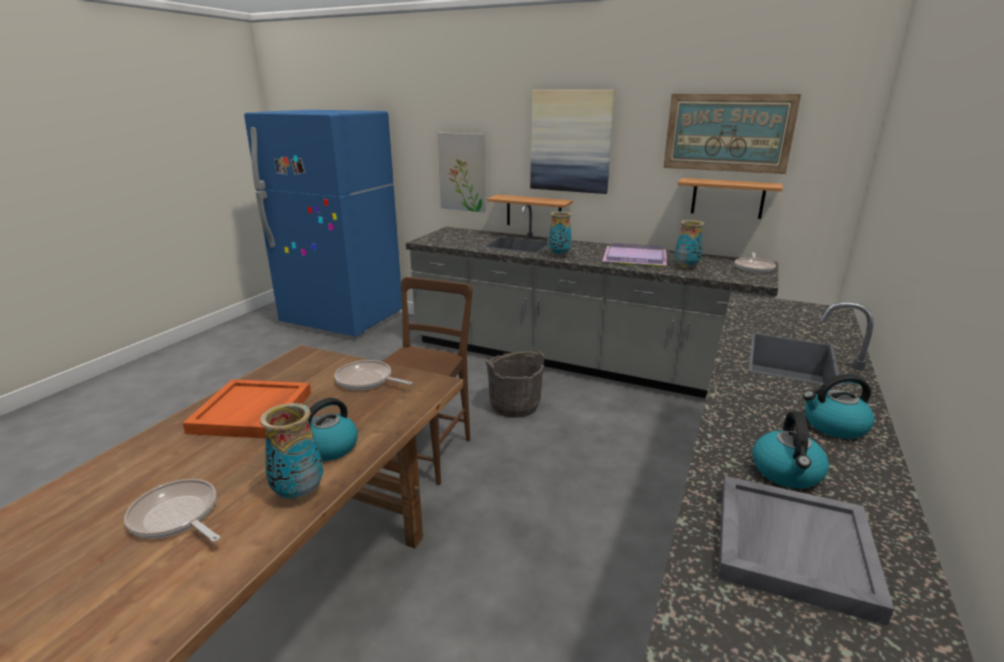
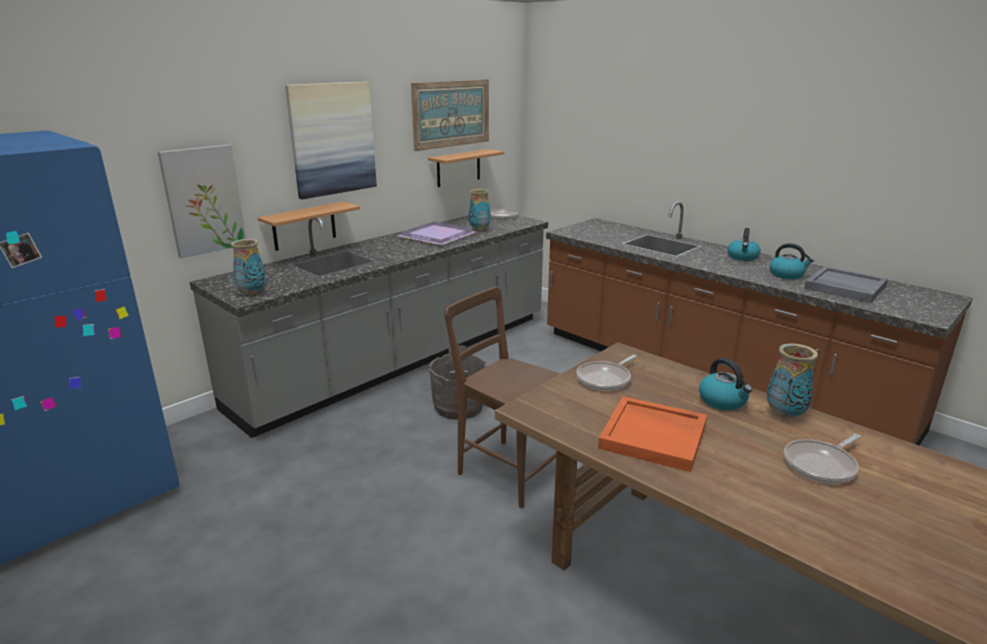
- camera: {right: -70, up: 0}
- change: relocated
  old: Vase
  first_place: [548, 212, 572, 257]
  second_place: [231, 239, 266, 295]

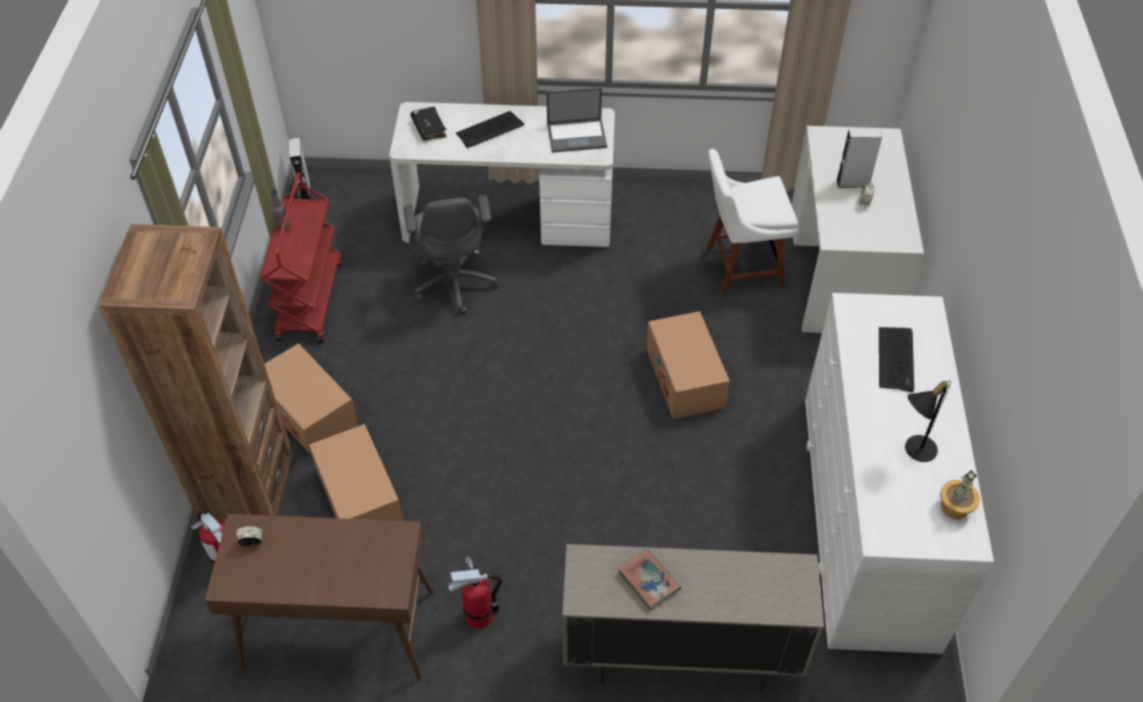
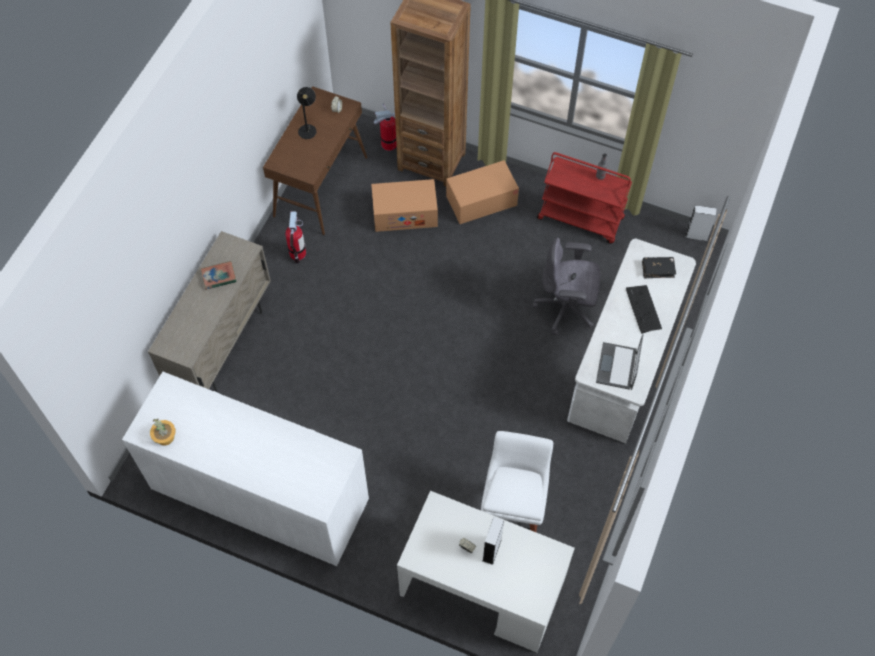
- camera: {right: 110, up: 10}
- change: missing
  old: Karton
  first_place: [646, 311, 730, 419]
- change: missing
  old: Tastatur
  first_place: [879, 327, 914, 392]
- change: relocated
  old: Tischlampe (schwarz)
  first_place: [905, 381, 951, 462]
  second_place: [297, 87, 317, 139]

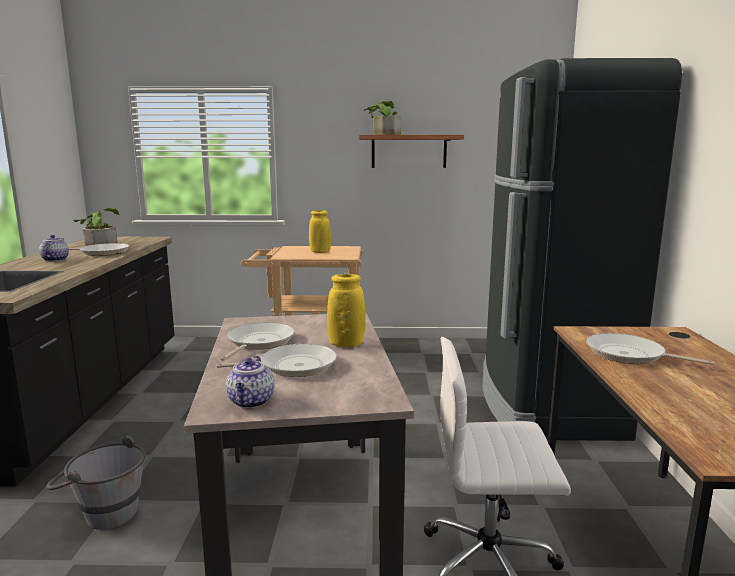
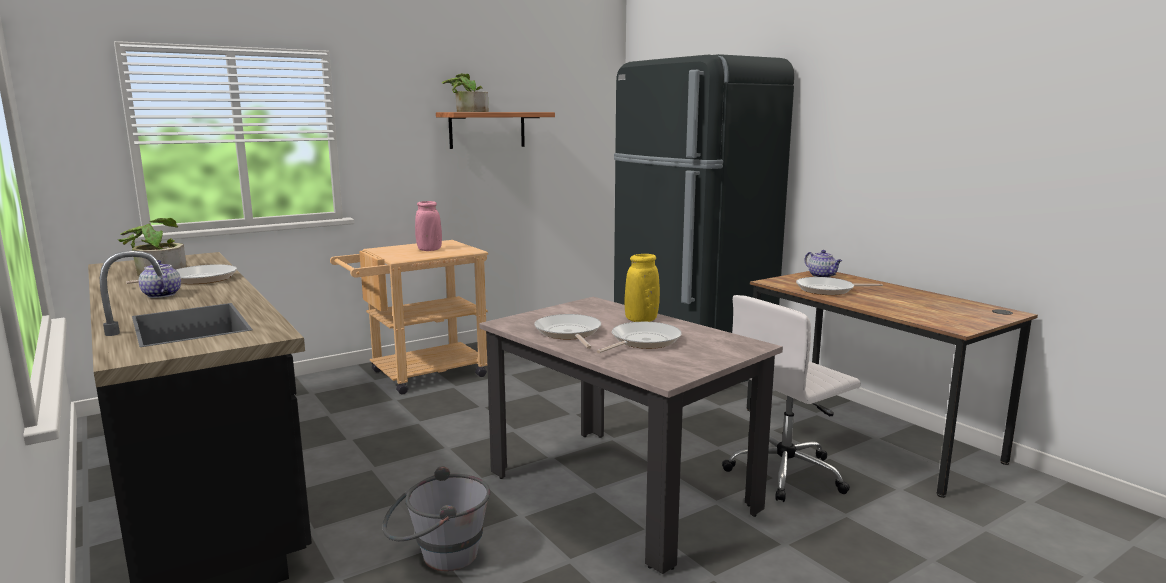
- camera: {right: -35, up: 0}
- change: relocated
  old: Teekanne
  first_place: [226, 356, 274, 408]
  second_place: [805, 250, 842, 277]
- change: colour
  old: Vase (gelb)
  new: Vase (rosa)
  first_place: [309, 210, 331, 253]
  second_place: [415, 201, 442, 251]

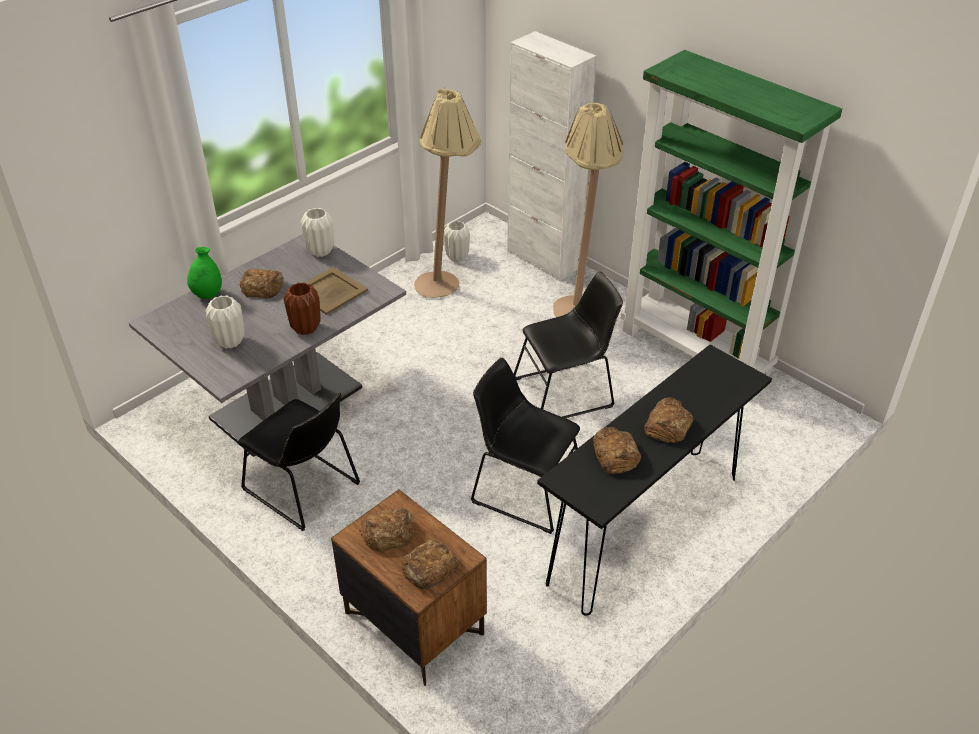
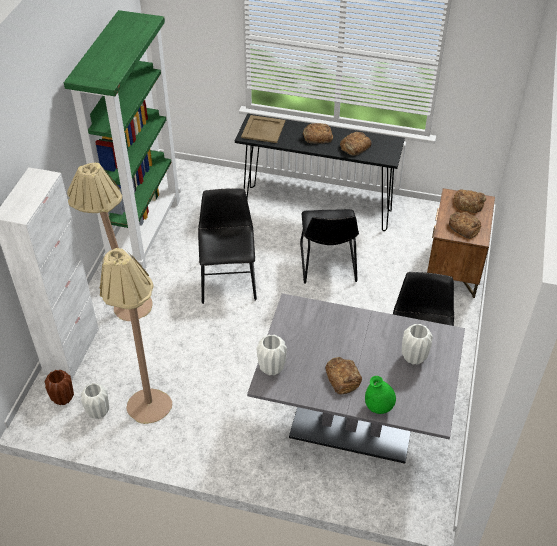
- camera: {right: -120, up: 5}
- change: relocated
  old: Vase (braun)
  first_place: [283, 282, 321, 335]
  second_place: [45, 370, 74, 405]
- change: relocated
  old: Tablett (beige)
  first_place: [305, 267, 368, 315]
  second_place: [241, 115, 285, 143]
- change: spun
  old: Stuhl (schwarz)
  first_place: [514, 272, 623, 418]
  second_place: [198, 188, 257, 304]
  degrees: 45

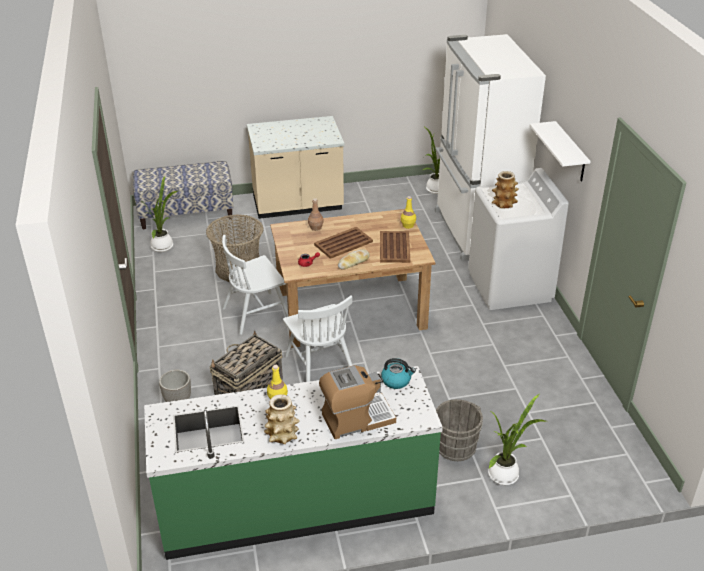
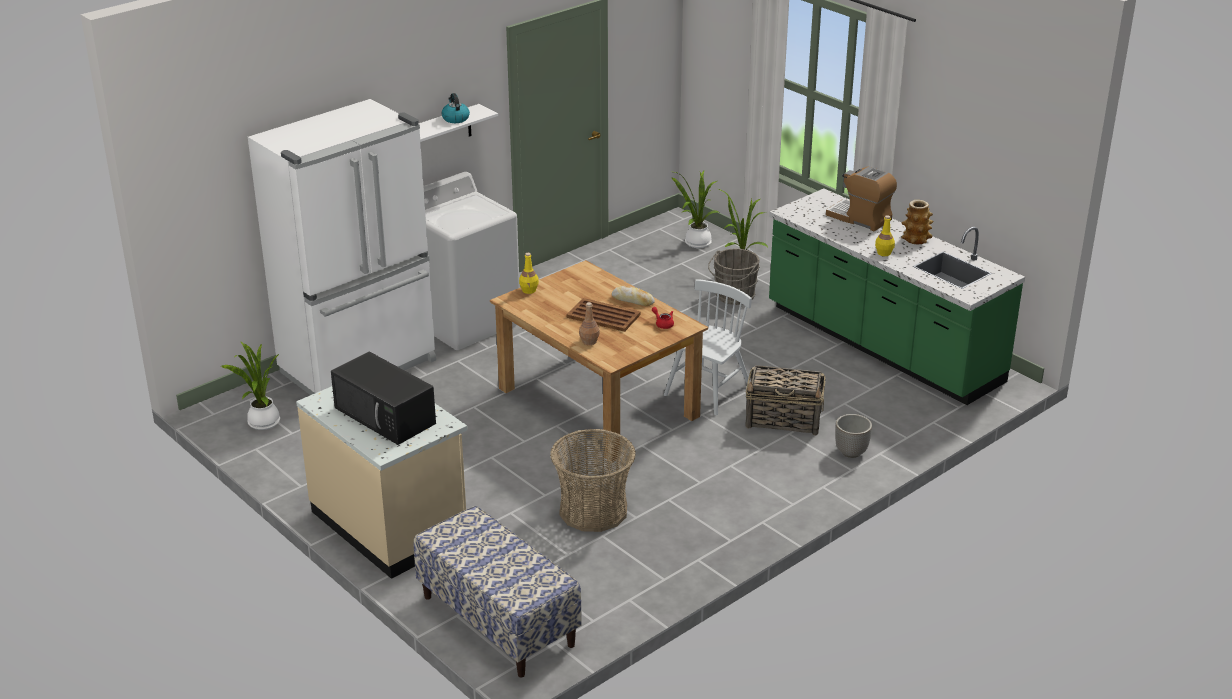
- camera: {right: -120, up: -5}
- change: missing
  old: Stuhl (weiß)
  first_place: [222, 235, 288, 335]
- change: missing
  old: Tablett (braun)
  first_place: [380, 231, 410, 263]
- change: missing
  old: Vase
  first_place: [492, 171, 519, 208]
- change: appeared
  new: Mikrowelle (schwarz)
  second_place: [331, 351, 436, 445]
- change: relocated
  old: Topfpflanze
  first_place: [140, 176, 177, 252]
  second_place: [671, 171, 721, 248]
- change: relocated
  old: Wasserkessel
  first_place: [381, 358, 416, 389]
  second_place: [442, 93, 470, 123]

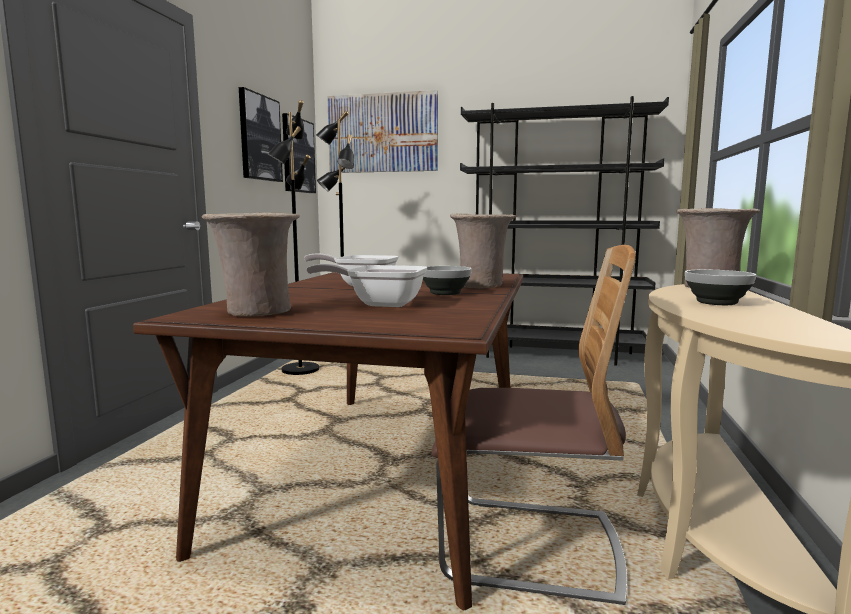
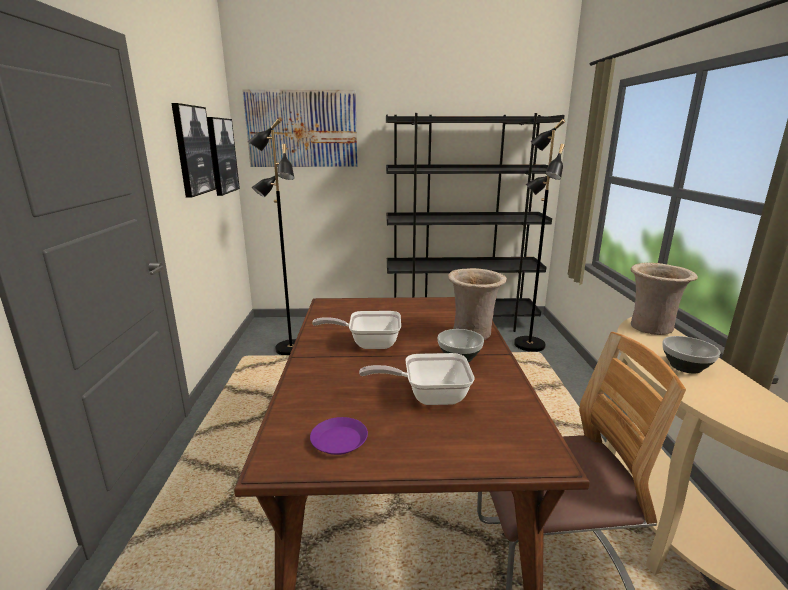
- camera: {right: -15, up: 10}
- change: relocated
  old: Stehlampe (schwarz)
  first_place: [268, 100, 319, 375]
  second_place: [514, 119, 565, 352]
- change: exchanged
  old: Vase (beige)
  new: Teller (lila)
  first_place: [202, 212, 300, 317]
  second_place: [310, 417, 368, 455]

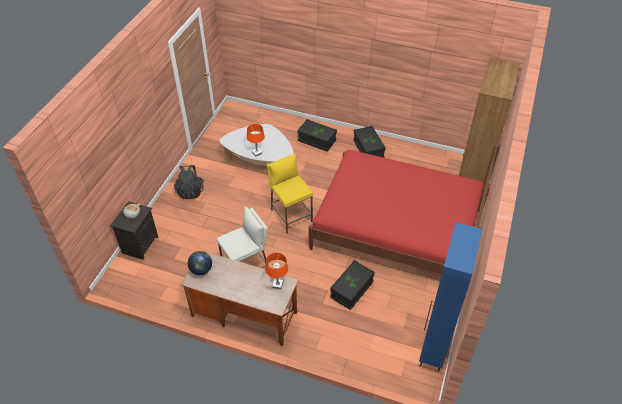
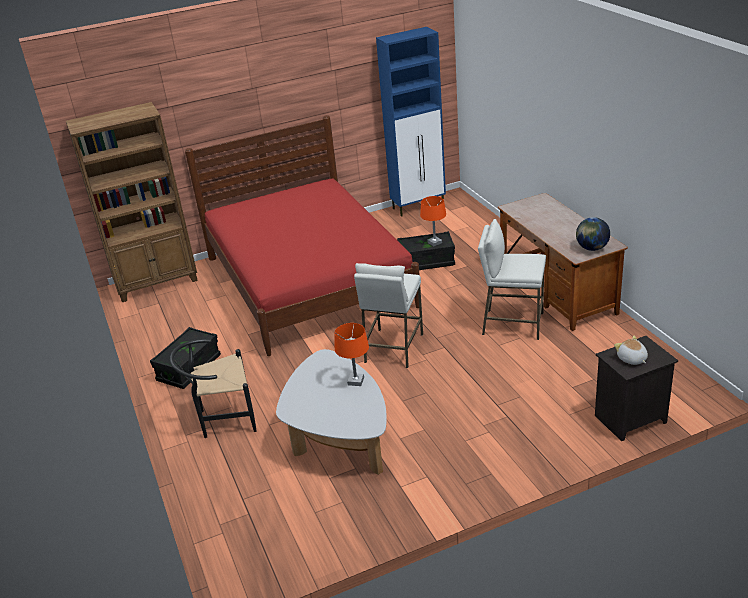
- camera: {right: -130, up: -15}
- change: missing
  old: Rucksack (schwarz)
  first_place: [174, 165, 204, 199]
- change: relocated
  old: Tischlampe (orange)
  first_place: [265, 253, 288, 289]
  second_place: [420, 196, 446, 246]
- change: exchanged
  old: Aufbewahrungsbox (schwarz)
  new: Stuhl (schwarz)
  first_place: [297, 119, 337, 152]
  second_place: [170, 339, 256, 438]
- change: colour
  old: Hocker (gelb)
  new: Hocker (weiß)
  first_place: [267, 154, 313, 233]
  second_place: [354, 263, 423, 368]

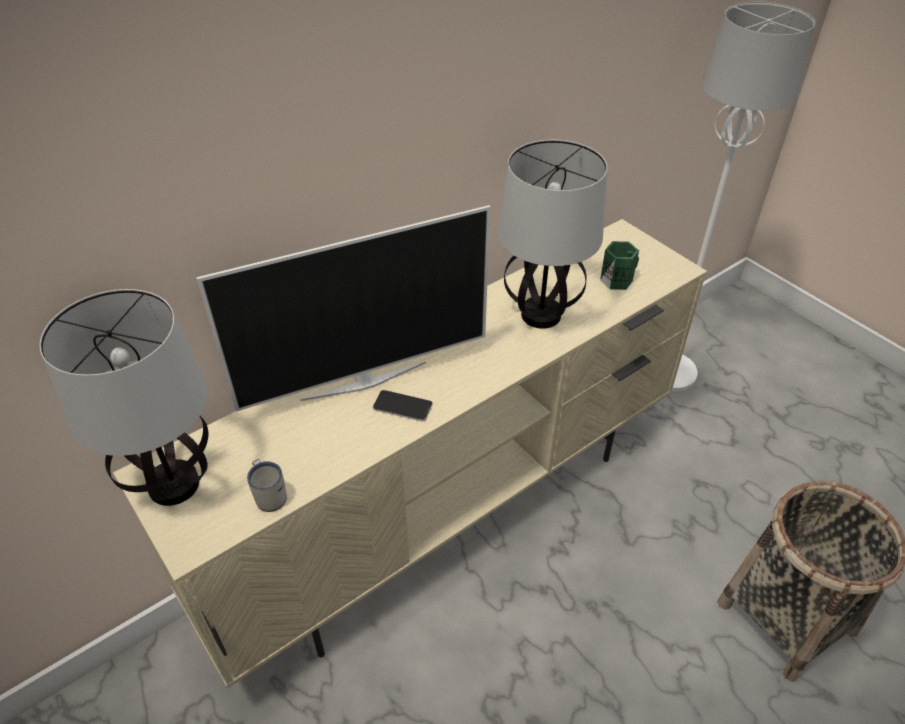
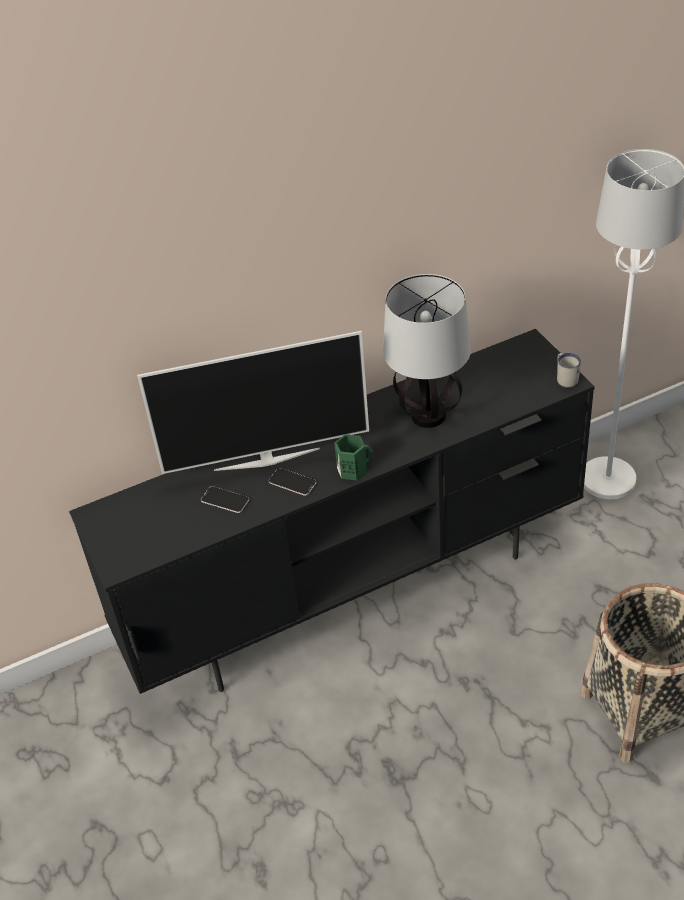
- camera: {right: 15, up: 0}
- change: missing
  old: Tischlampe
  first_place: [39, 289, 208, 506]
- change: appeared
  new: Handy
  second_place: [201, 486, 249, 513]
- change: relocated
  old: Henkelbecher (weiß)
  first_place: [247, 459, 287, 512]
  second_place: [557, 353, 581, 388]
- change: relocated
  old: Henkelbecher (grün)
  first_place: [600, 241, 639, 290]
  second_place: [334, 434, 373, 481]
- change: colour
  old: Fernsehschrank (beige)
  new: Fernsehschrank (schwarz)
  first_place: [113, 219, 707, 688]
  second_place: [69, 329, 595, 694]

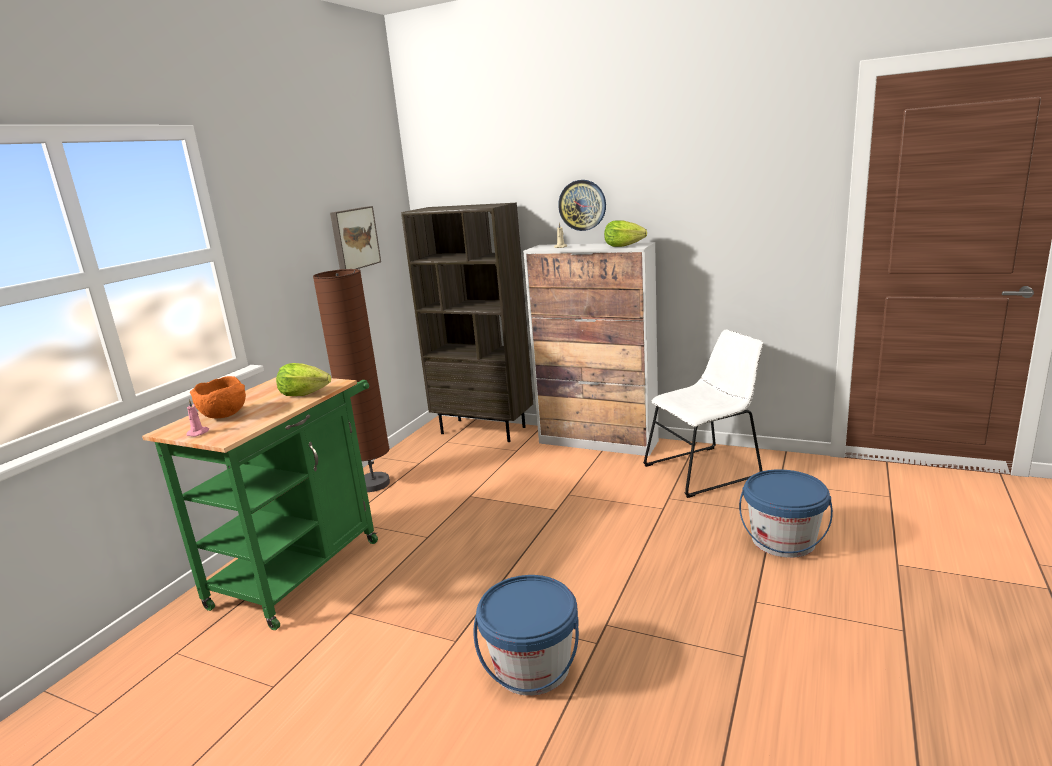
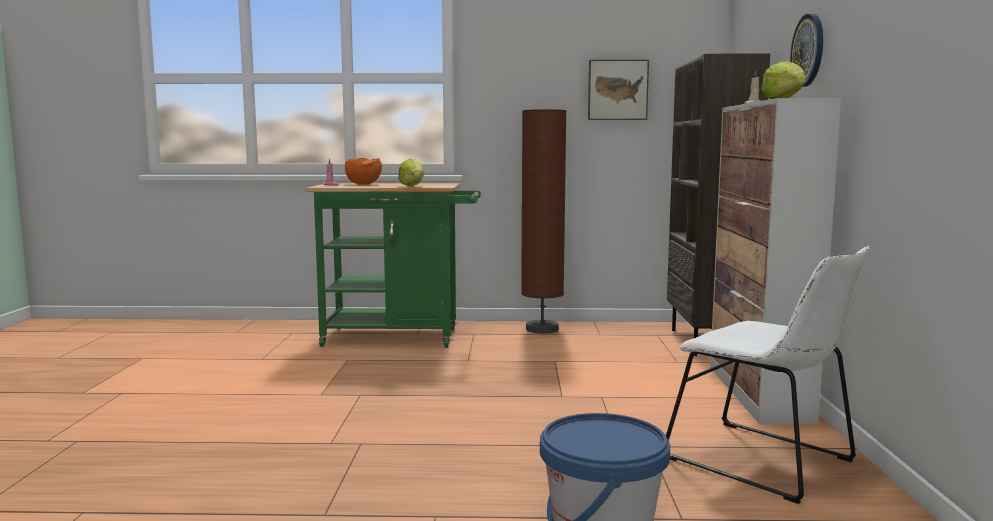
- camera: {right: 65, up: -10}
- change: missing
  old: Eimer (blau)
  first_place: [474, 575, 579, 696]

